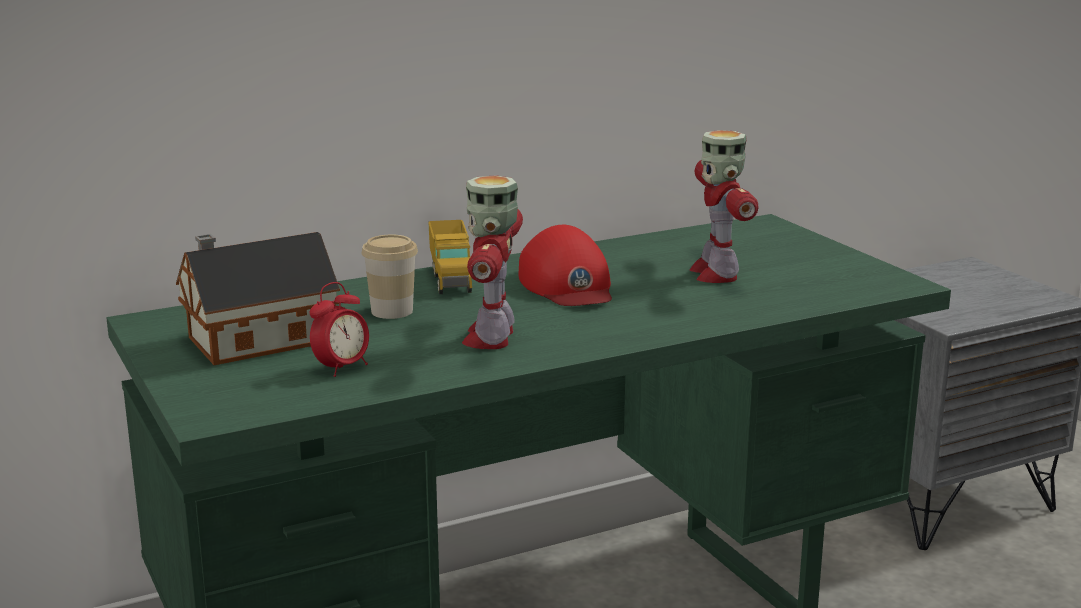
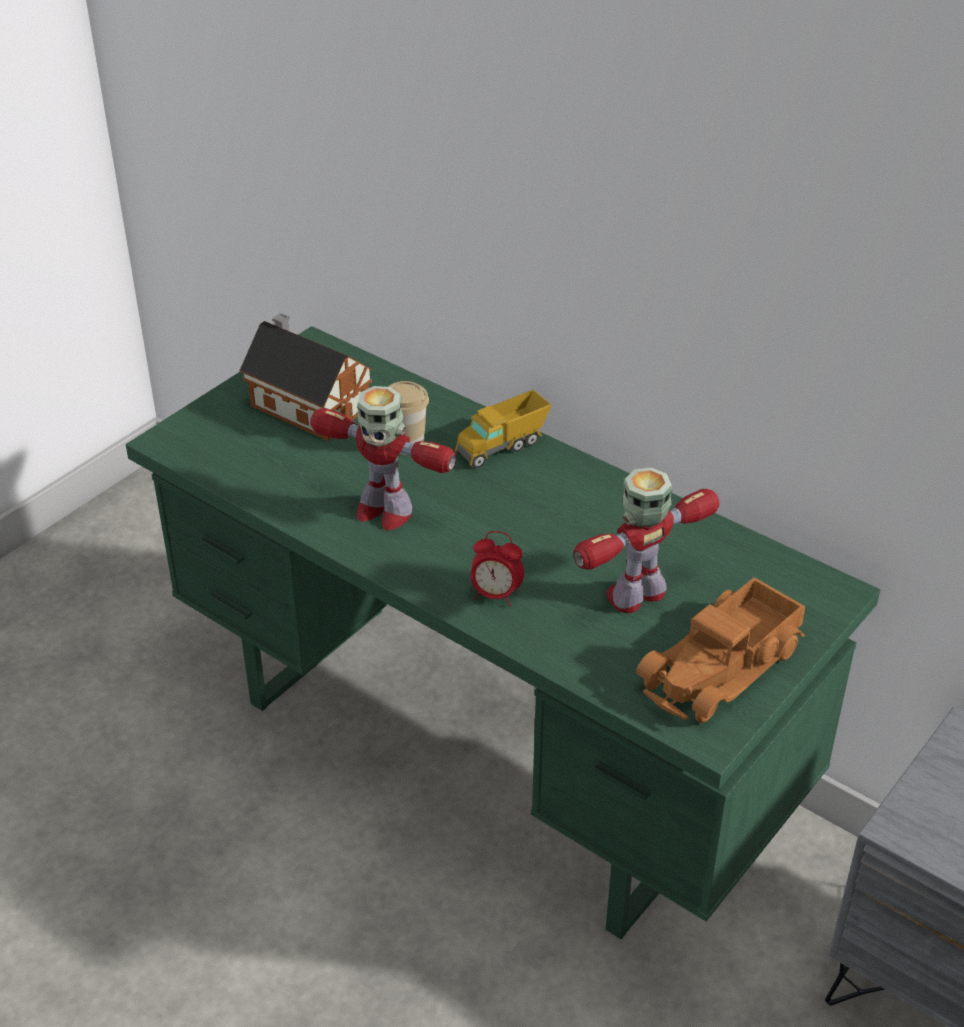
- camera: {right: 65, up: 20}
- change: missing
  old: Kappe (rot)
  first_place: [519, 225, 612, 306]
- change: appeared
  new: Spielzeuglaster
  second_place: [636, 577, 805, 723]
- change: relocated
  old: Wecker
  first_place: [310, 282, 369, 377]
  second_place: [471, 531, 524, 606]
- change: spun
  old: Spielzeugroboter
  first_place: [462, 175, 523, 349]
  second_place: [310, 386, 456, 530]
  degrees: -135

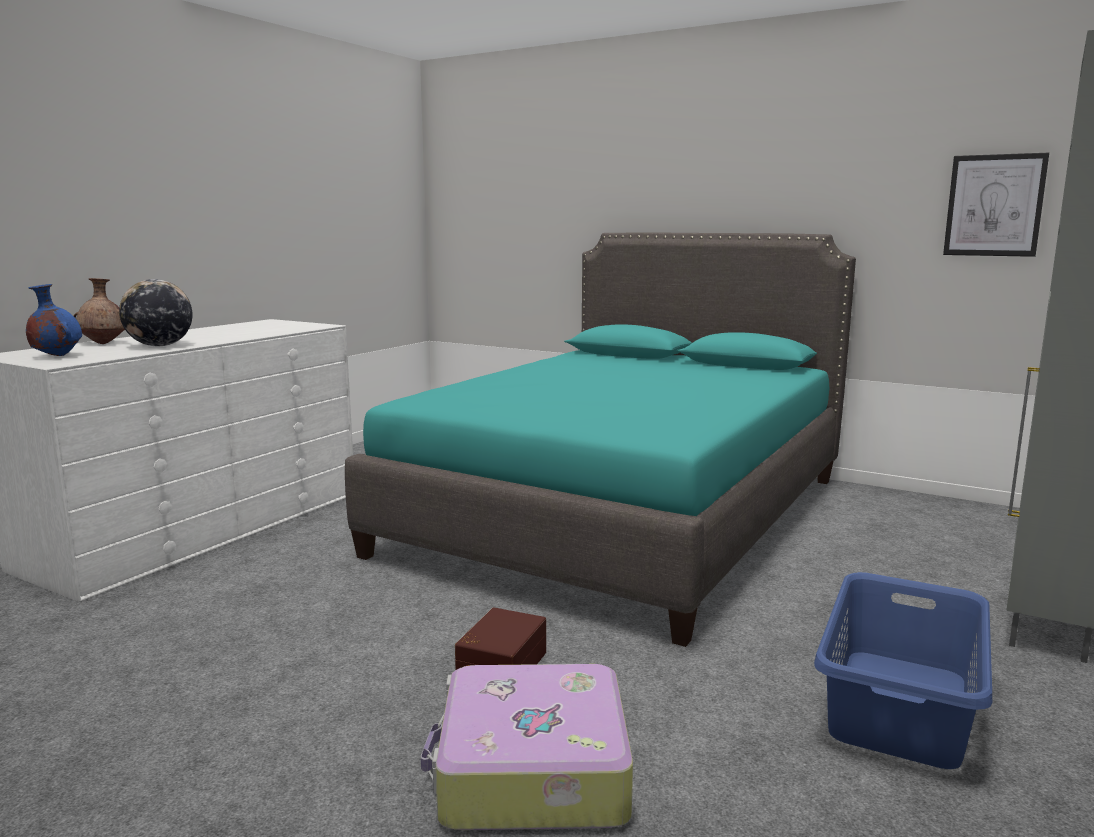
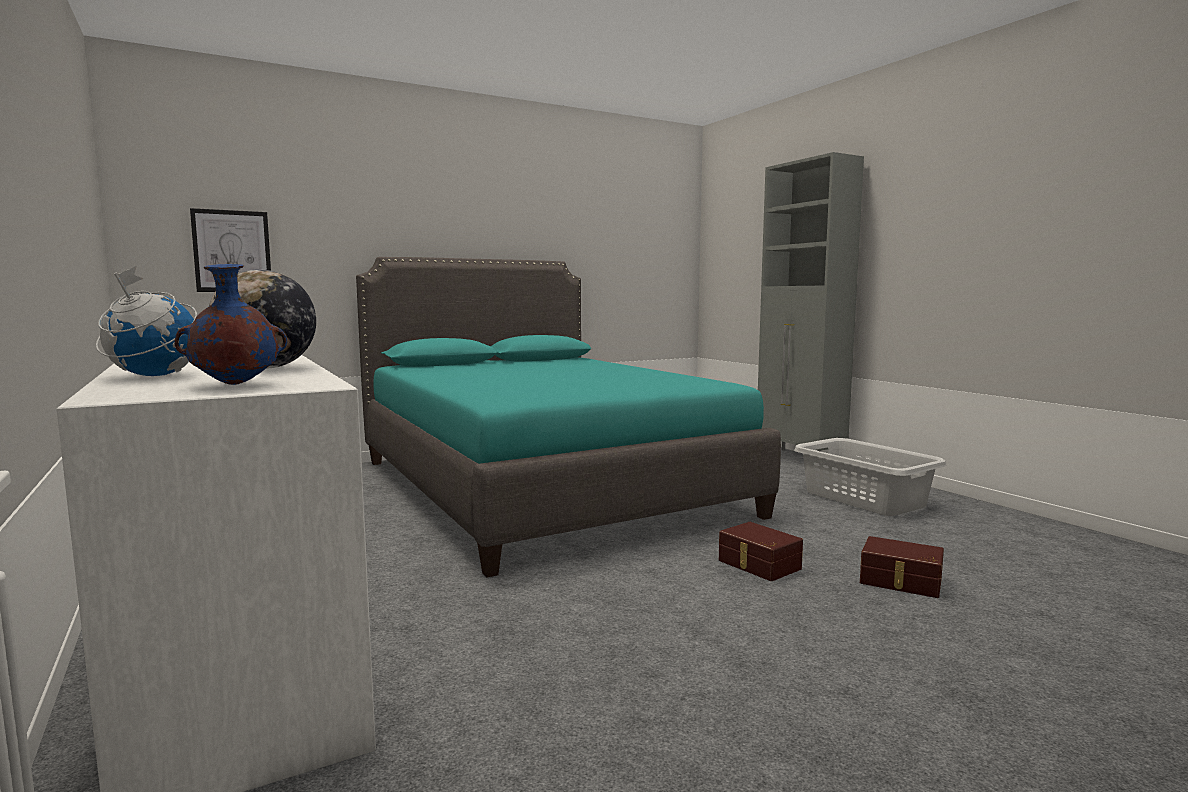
- camera: {right: -60, up: -5}
- change: relocated
  old: Bild
  first_place: [943, 153, 1049, 257]
  second_place: [190, 208, 271, 292]
- change: exchanged
  old: Vase (braun)
  new: Globus
  first_place: [73, 278, 125, 344]
  second_place: [96, 266, 197, 376]
- change: exchanged
  old: Koffer
  new: Aufbewahrungsbox (braun)
  first_place: [421, 664, 633, 830]
  second_place: [860, 536, 944, 598]
- change: colour
  old: Wäschekorb (blau)
  new: Wäschekorb (grau)
  first_place: [814, 572, 992, 769]
  second_place: [794, 438, 947, 516]

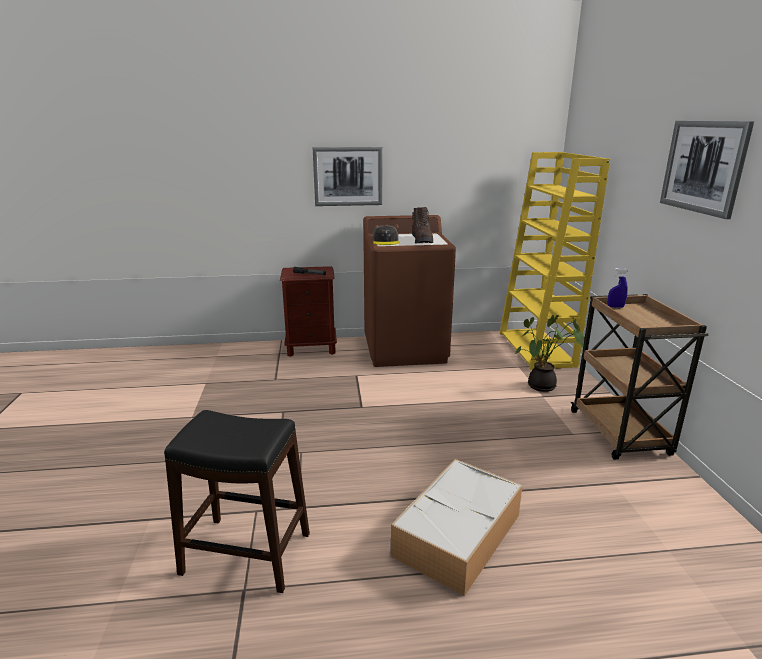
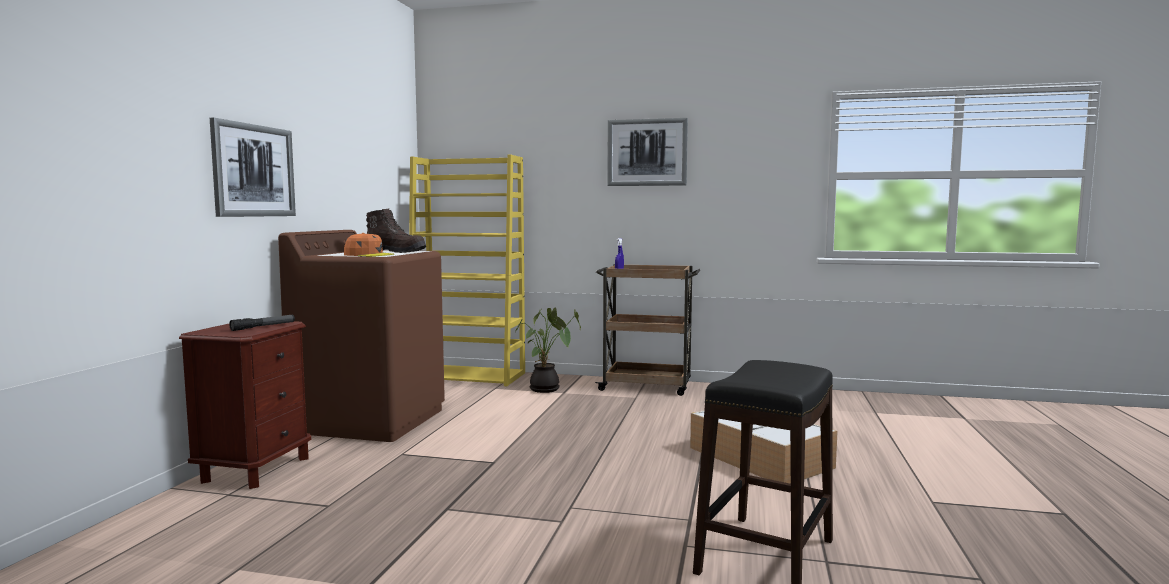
- camera: {right: -70, up: -15}
- change: colour
  old: Kappe (grau)
  new: Kappe (orange)
  first_place: [372, 225, 399, 245]
  second_place: [344, 233, 395, 257]

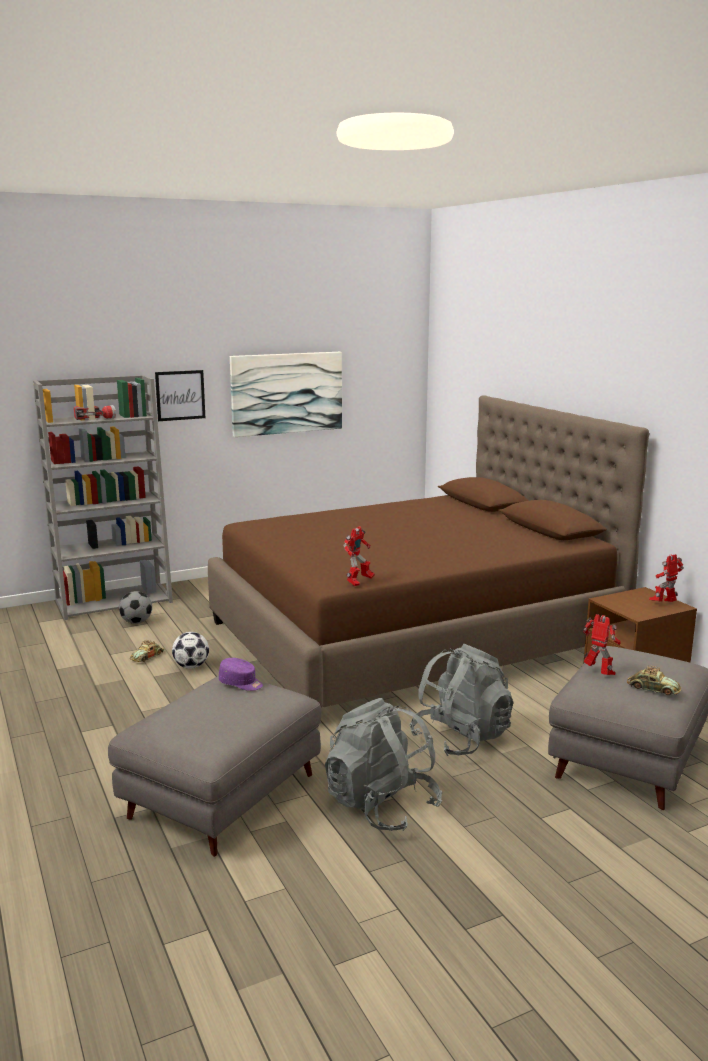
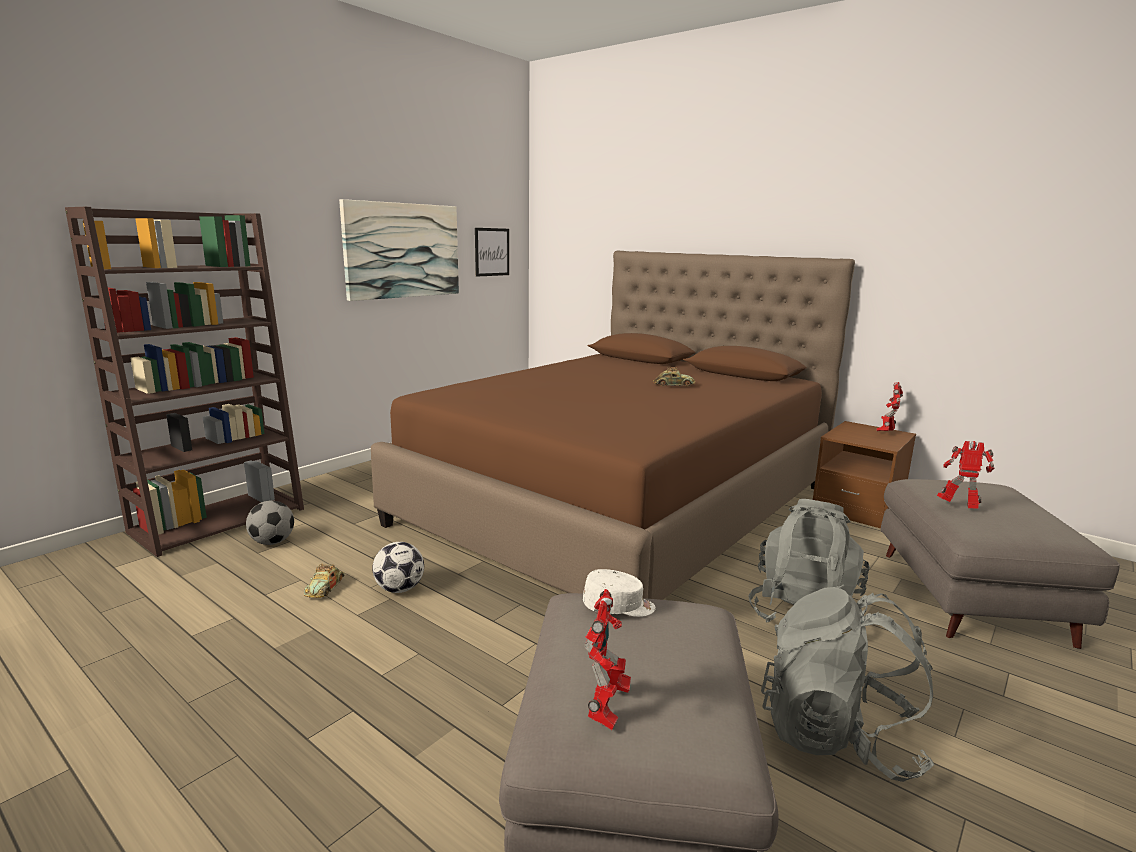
- camera: {right: -25, up: 0}
- change: missing
  old: Taschenlampe
  first_place: [74, 405, 116, 420]
- change: relocated
  old: Bild
  first_place: [155, 370, 205, 421]
  second_place: [475, 228, 509, 277]
- change: relocated
  old: Spielzeugroboter
  first_place: [343, 526, 375, 586]
  second_place: [584, 589, 631, 730]
- change: relocated
  old: Spielzeugauto
  first_place: [627, 666, 681, 695]
  second_place: [653, 367, 695, 386]
- change: colour
  old: Bücherregal (grau)
  new: Bücherregal (braun)
  first_place: [33, 375, 173, 620]
  second_place: [65, 207, 304, 557]
- change: colour
  old: Kappe (lila)
  new: Kappe (weiß)
  first_place: [219, 658, 263, 691]
  second_place: [583, 569, 656, 617]

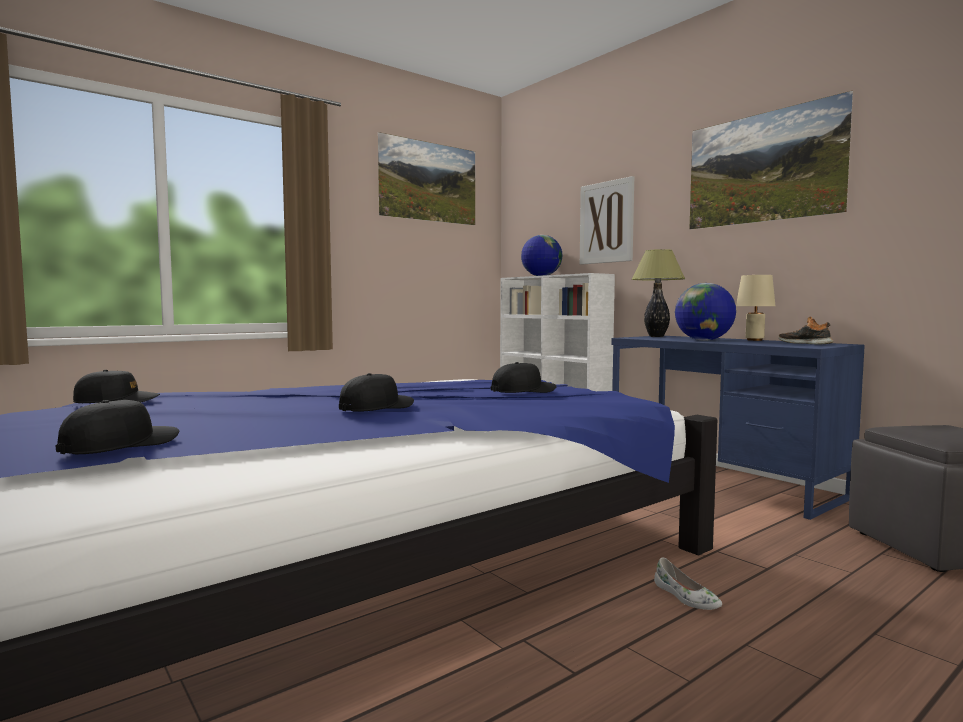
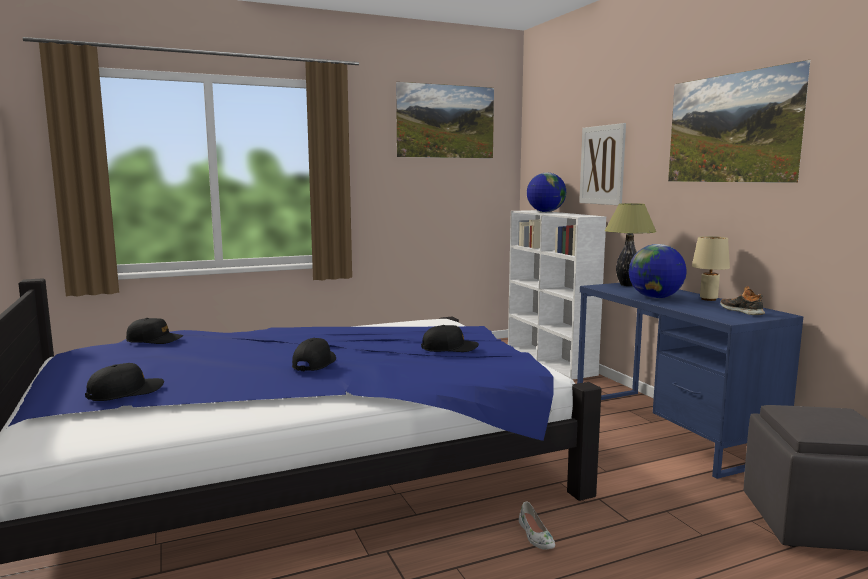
- camera: {right: 15, up: 5}
- change: spun
  old: Kappe (schwarz)
  first_place: [339, 373, 414, 412]
  second_place: [292, 338, 336, 371]
  degrees: -45

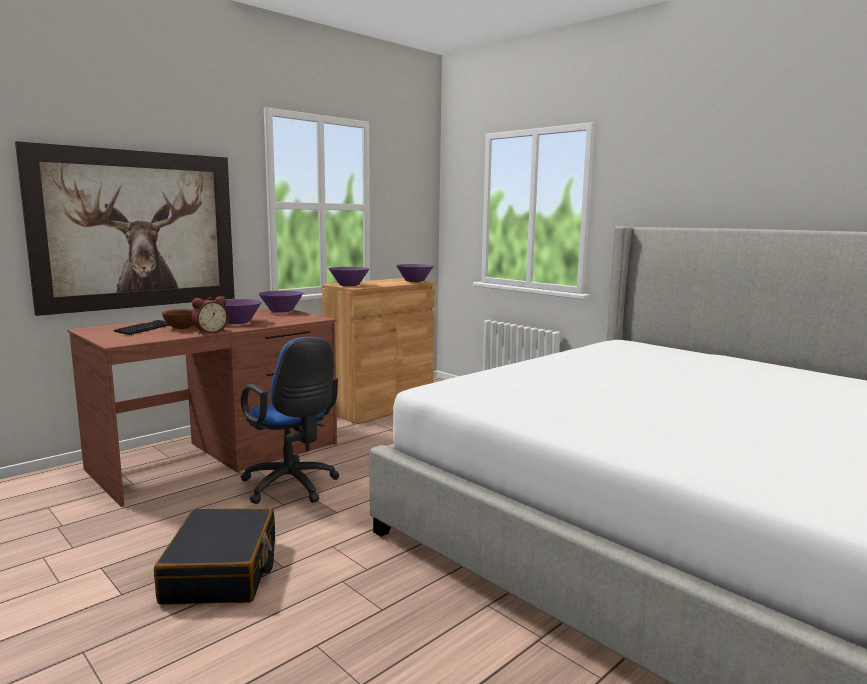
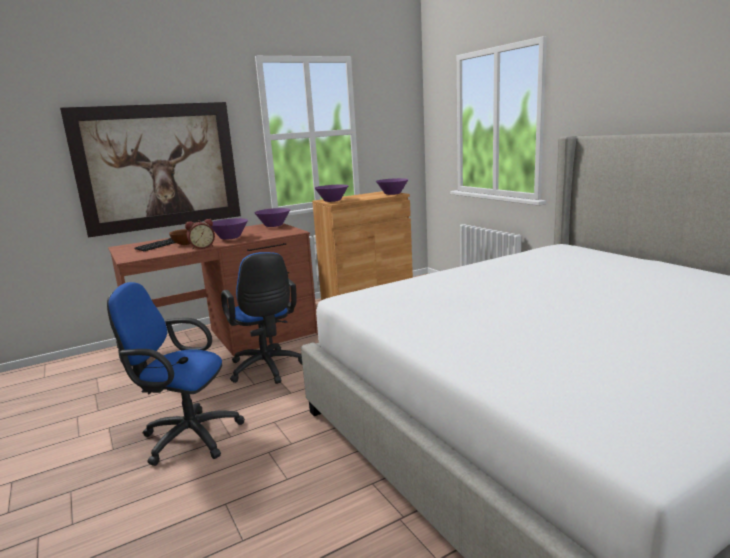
- camera: {right: 15, up: 5}
- change: exchanged
  old: Koffer (schwarz)
  new: Bürostuhl (blau)
  first_place: [154, 508, 275, 605]
  second_place: [107, 282, 245, 466]

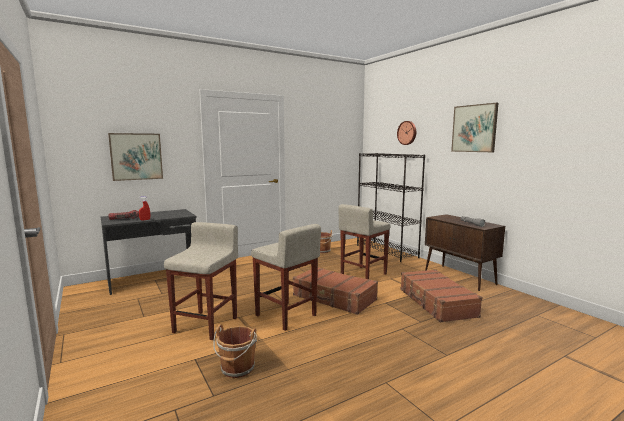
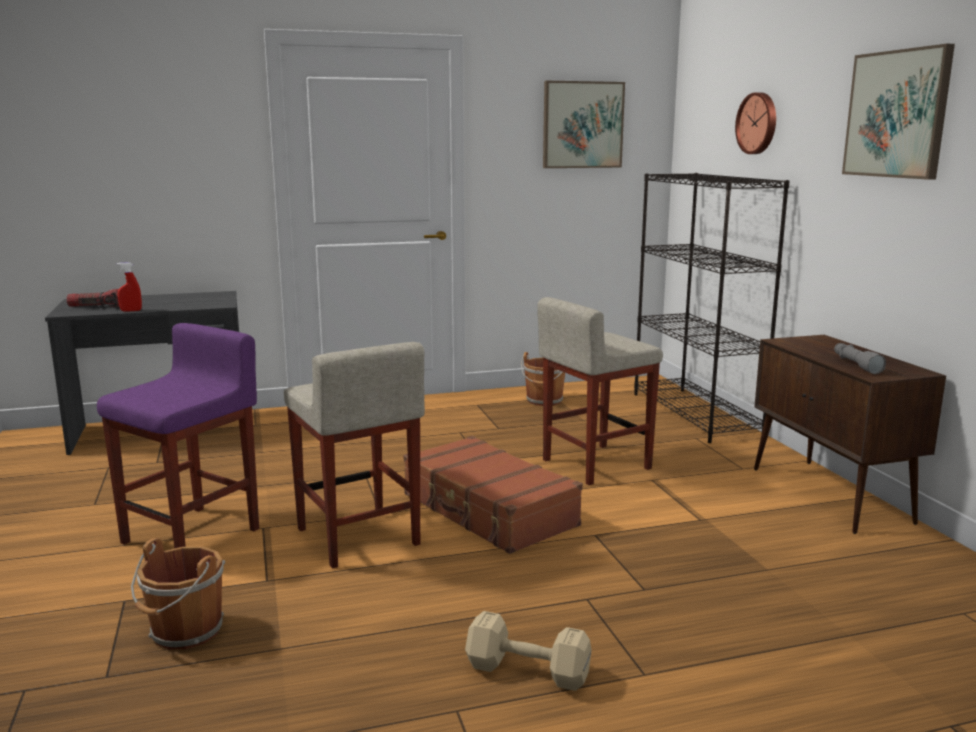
- camera: {right: 15, up: 5}
- change: missing
  old: Koffer (braun)
  first_place: [401, 269, 483, 323]
- change: appeared
  new: Hantel (beige)
  second_place: [465, 611, 592, 691]
- change: relocated
  old: Bild
  first_place: [108, 133, 163, 181]
  second_place: [543, 81, 625, 168]
- change: colour
  old: Hocker (beige)
  new: Hocker (lila)
  first_place: [164, 222, 238, 340]
  second_place: [97, 323, 259, 548]

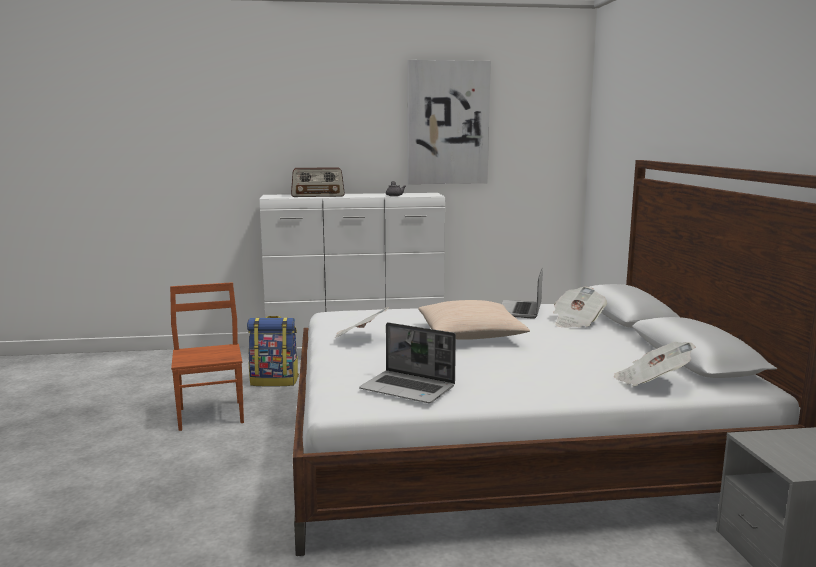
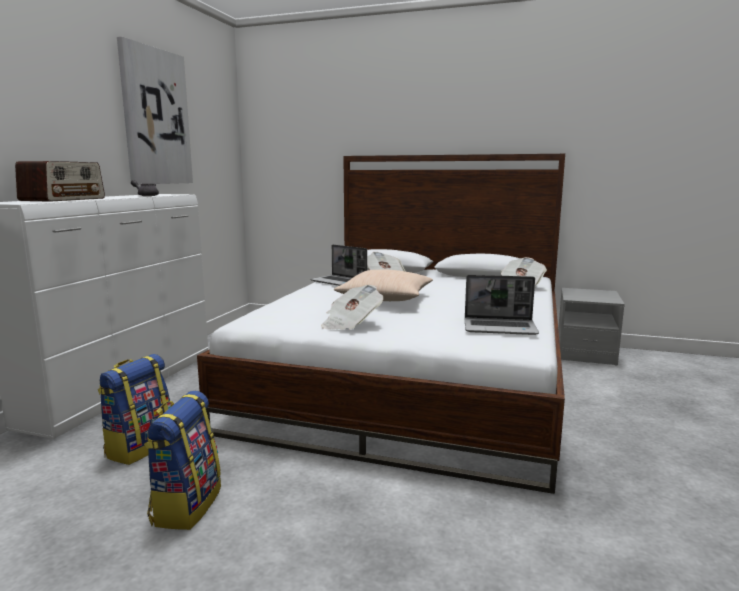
- camera: {right: -65, up: 0}
- change: exchanged
  old: Stuhl (braun)
  new: Rucksack
  first_place: [170, 282, 244, 431]
  second_place: [144, 391, 221, 530]
- change: spun
  old: Laptop
  first_place: [359, 322, 456, 403]
  second_place: [465, 275, 539, 335]
  degrees: 45

